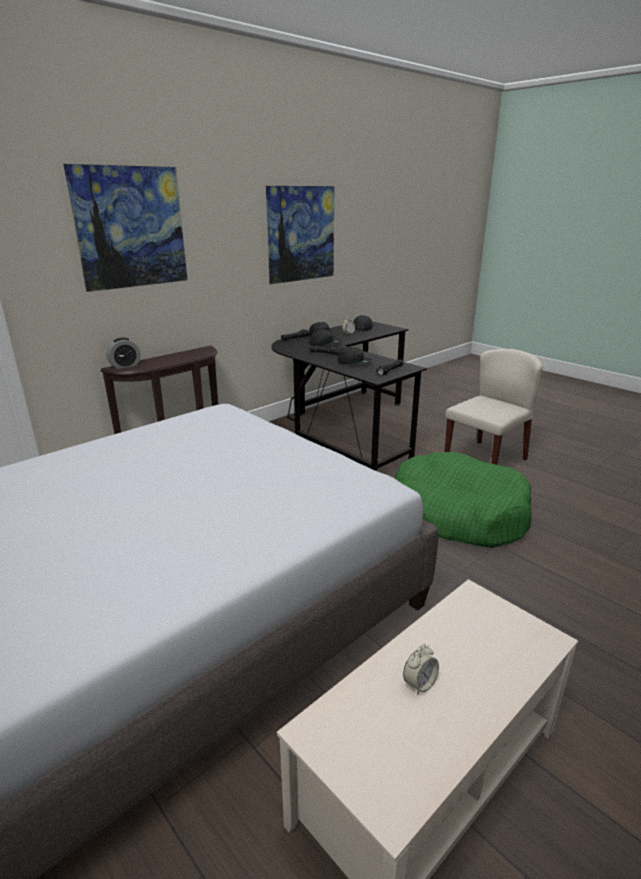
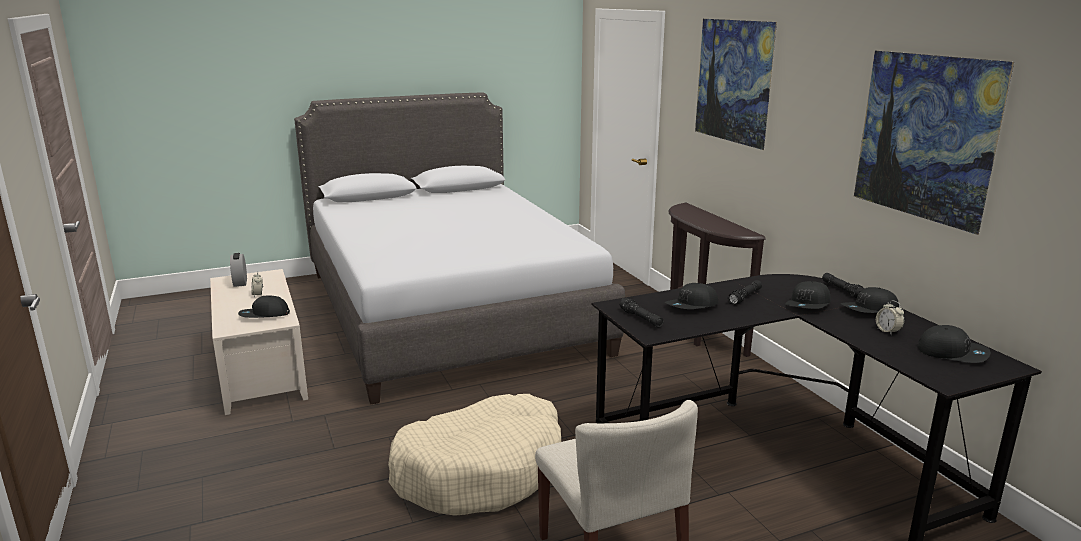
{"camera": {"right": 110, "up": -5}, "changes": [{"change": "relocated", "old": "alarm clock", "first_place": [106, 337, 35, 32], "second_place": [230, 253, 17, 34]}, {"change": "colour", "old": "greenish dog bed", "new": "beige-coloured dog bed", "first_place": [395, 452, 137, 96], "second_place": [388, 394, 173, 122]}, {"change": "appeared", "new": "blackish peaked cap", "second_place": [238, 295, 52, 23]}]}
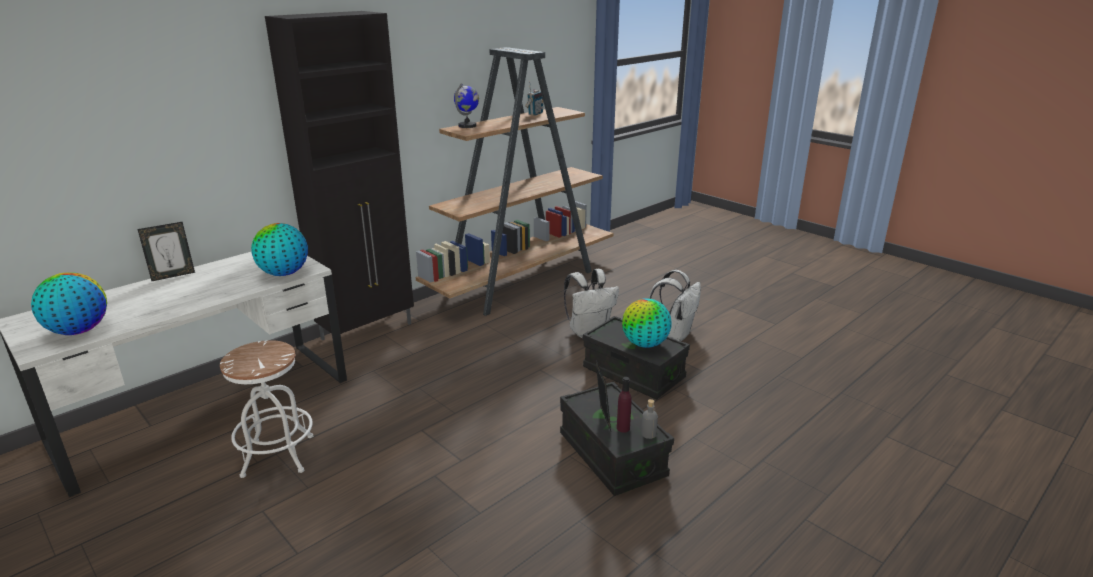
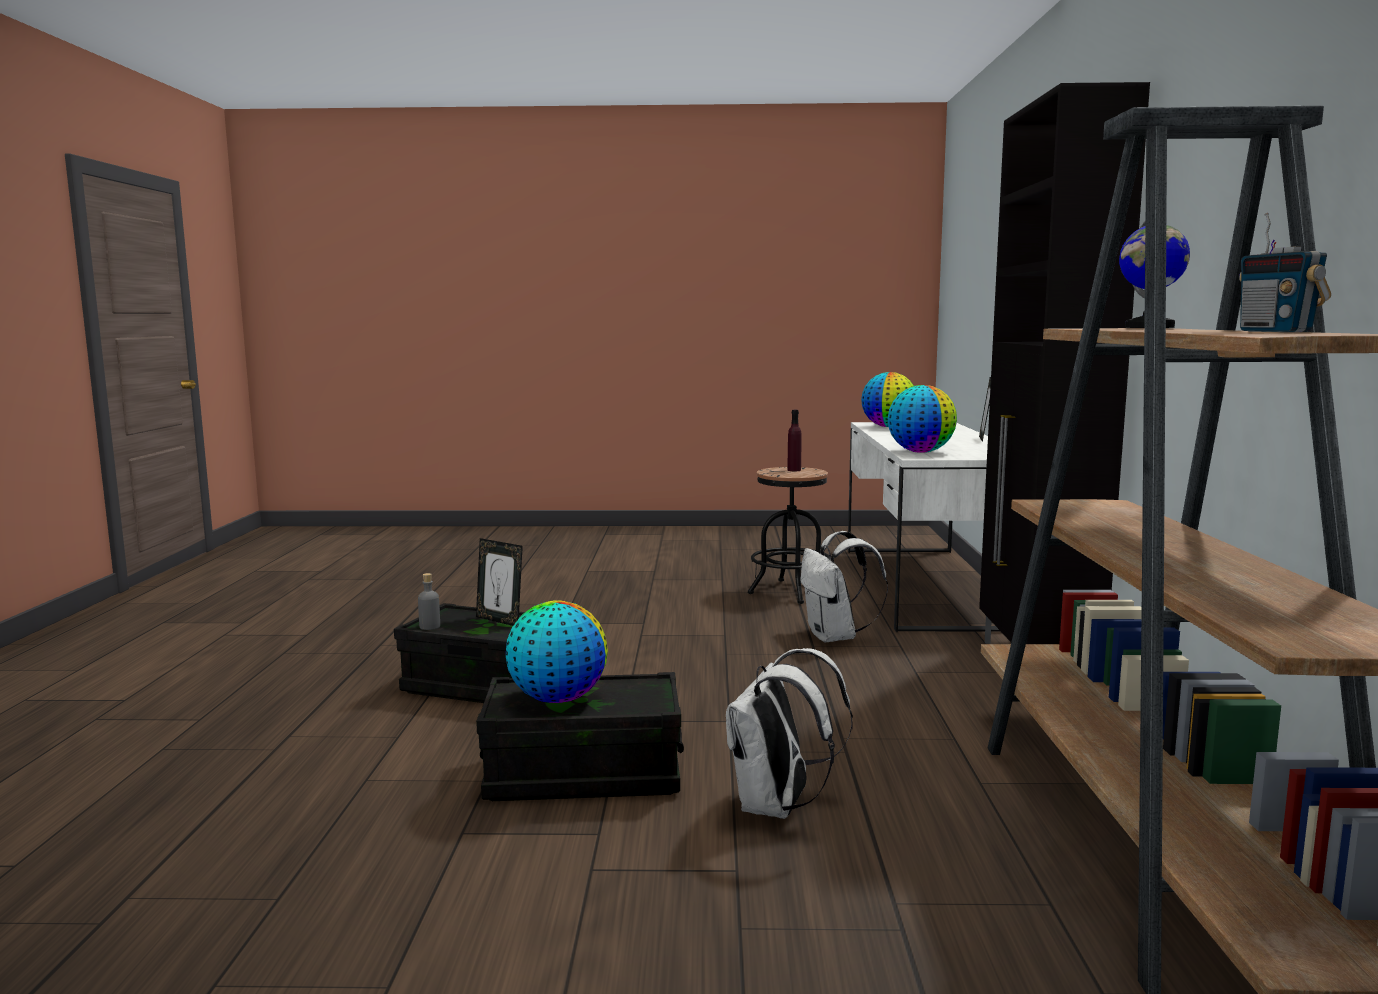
{"camera": {"right": 135, "up": -15}, "changes": [{"change": "relocated", "old": "white rucksack", "first_place": [649, 270, 52, 72], "second_place": [800, 531, 88, 112]}, {"change": "colour", "old": "white stool", "new": "blackish stool", "first_place": [220, 340, 93, 138], "second_place": [748, 467, 83, 137]}, {"change": "relocated", "old": "purple-coloured bottle", "first_place": [617, 377, 15, 56], "second_place": [787, 410, 15, 61]}]}
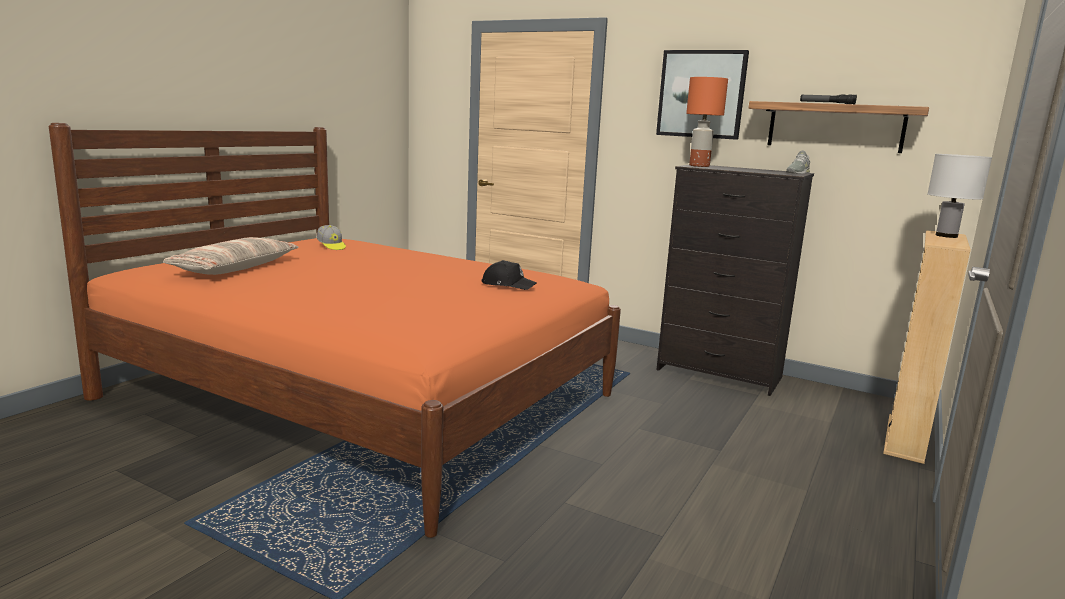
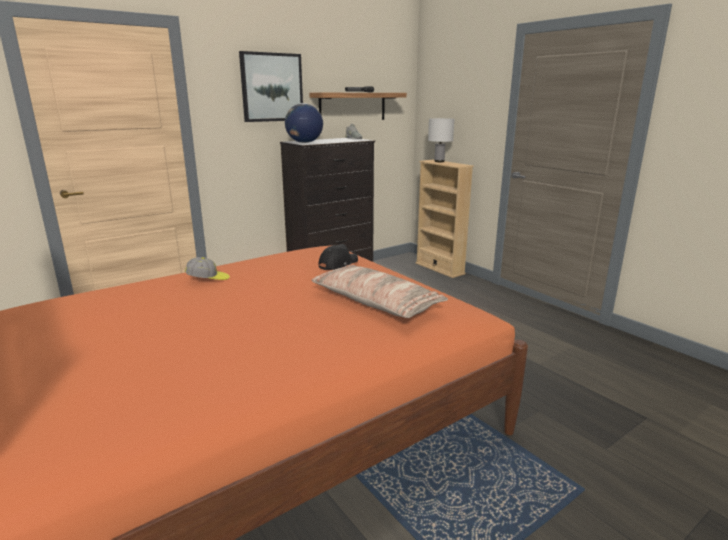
{"camera": {"right": -65, "up": 5}, "changes": [{"change": "exchanged", "old": "orange-coloured tabletop lamp", "new": "world globe", "first_place": [686, 77, 42, 90], "second_place": [285, 103, 38, 40]}, {"change": "relocated", "old": "peaked cap", "first_place": [317, 225, 29, 25], "second_place": [185, 257, 45, 23]}, {"change": "relocated", "old": "cushion", "first_place": [163, 237, 136, 38], "second_place": [311, 265, 137, 53]}]}
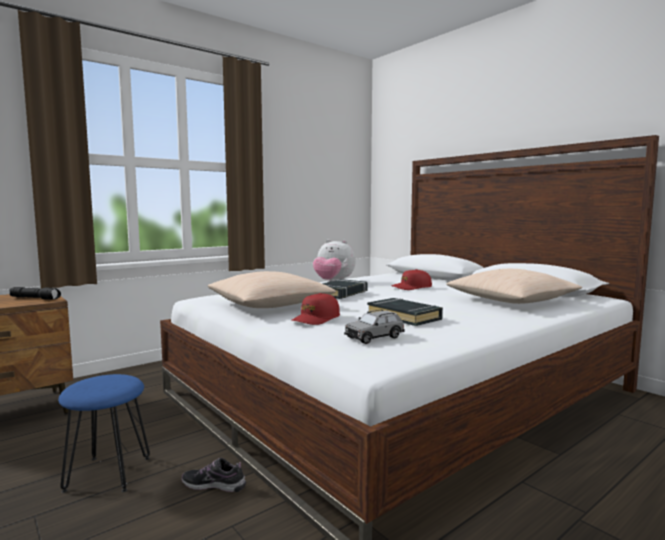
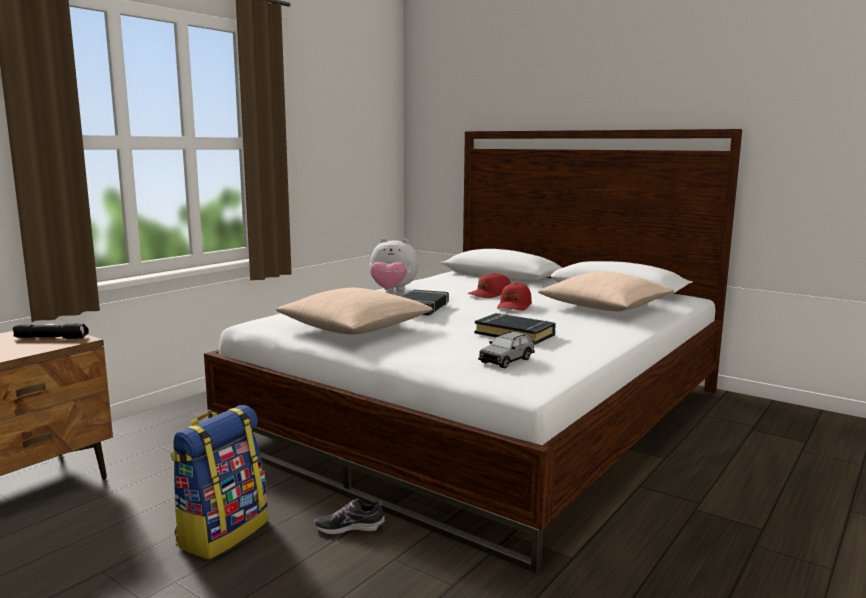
{"camera": {"right": -15, "up": 5}, "changes": [{"change": "relocated", "old": "red-coloured peaked cap", "first_place": [291, 293, 49, 32], "second_place": [497, 282, 35, 29]}, {"change": "exchanged", "old": "blue stool", "new": "rucksack", "first_place": [58, 374, 92, 119], "second_place": [170, 405, 98, 154]}]}
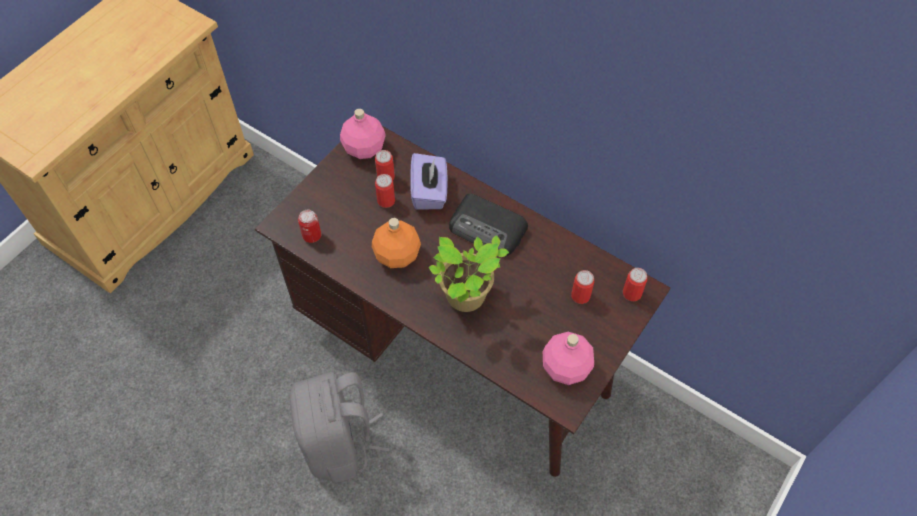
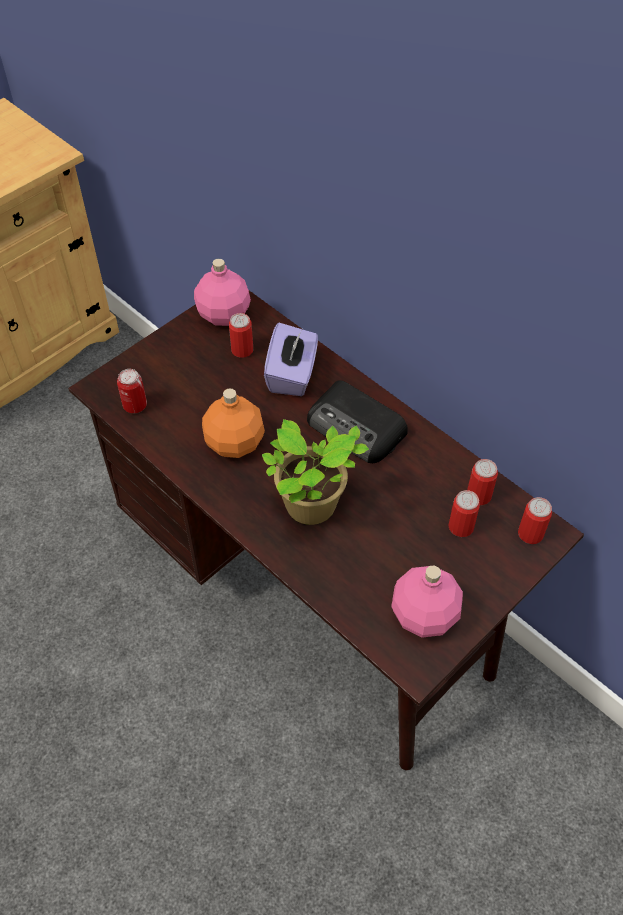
{"camera": {"right": 10, "up": -5}, "changes": [{"change": "relocated", "old": "metal can", "first_place": [375, 174, 20, 34], "second_place": [467, 459, 31, 46]}, {"change": "missing", "old": "grey rucksack", "first_place": [290, 372, 99, 111]}]}
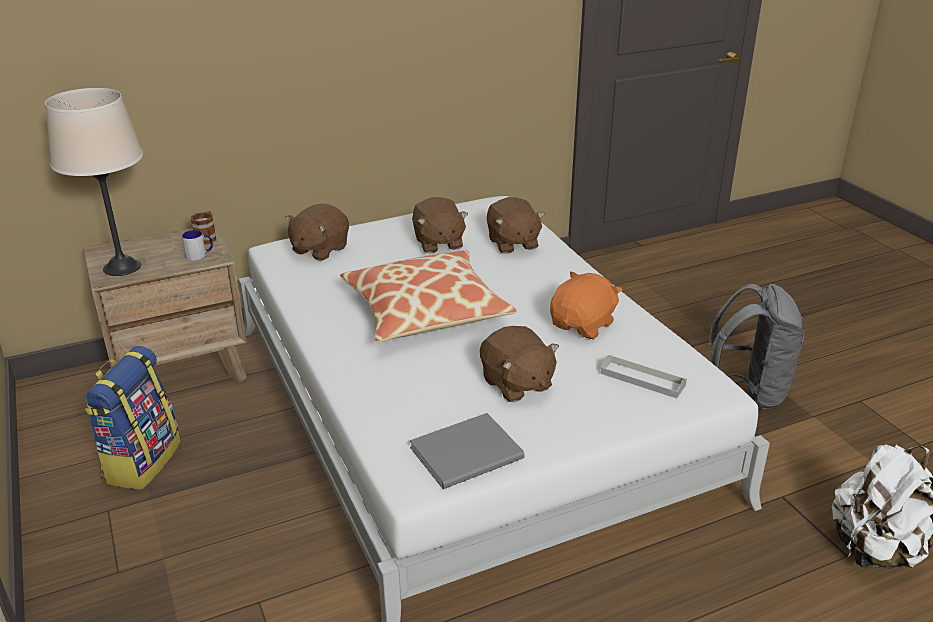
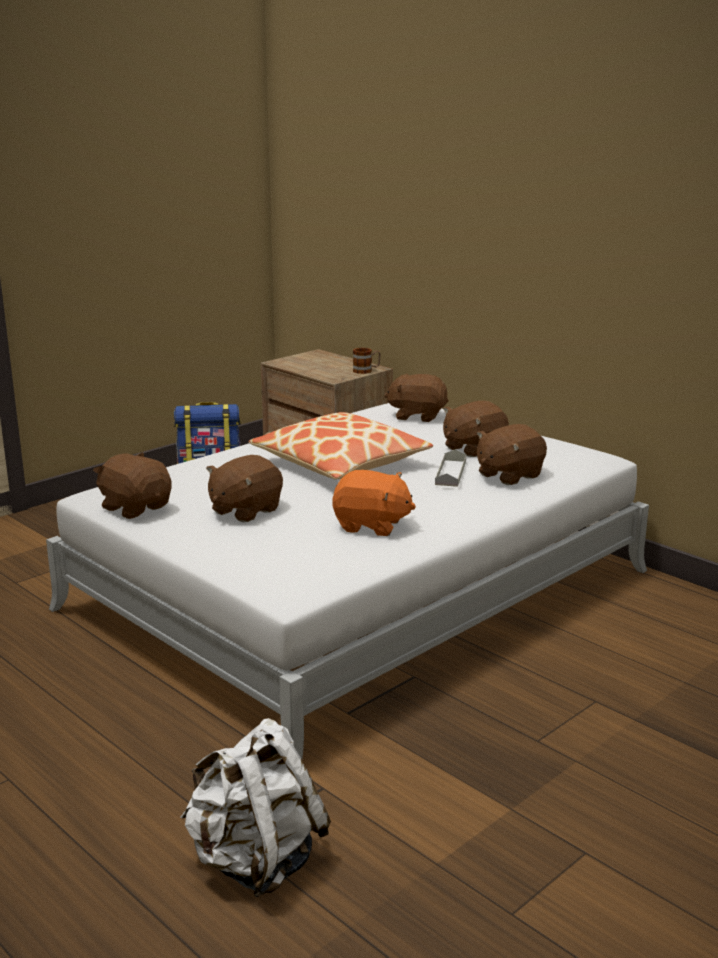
{"camera": {"right": 70, "up": -10}, "changes": [{"change": "missing", "old": "beige-coloured tabletop lamp", "first_place": [45, 88, 98, 188]}, {"change": "missing", "old": "coffee mug", "first_place": [182, 230, 31, 31]}, {"change": "missing", "old": "grey rucksack", "first_place": [708, 284, 96, 125]}, {"change": "relocated", "old": "grey tray", "first_place": [600, 355, 87, 43], "second_place": [435, 449, 31, 38]}, {"change": "exchanged", "old": "grey book", "new": "brown-coloured cuddly toy", "first_place": [410, 413, 115, 76], "second_place": [93, 452, 79, 67]}]}
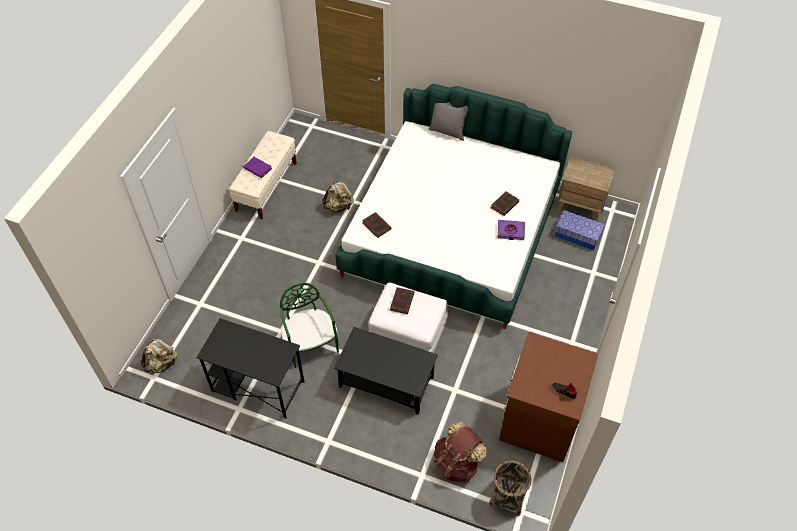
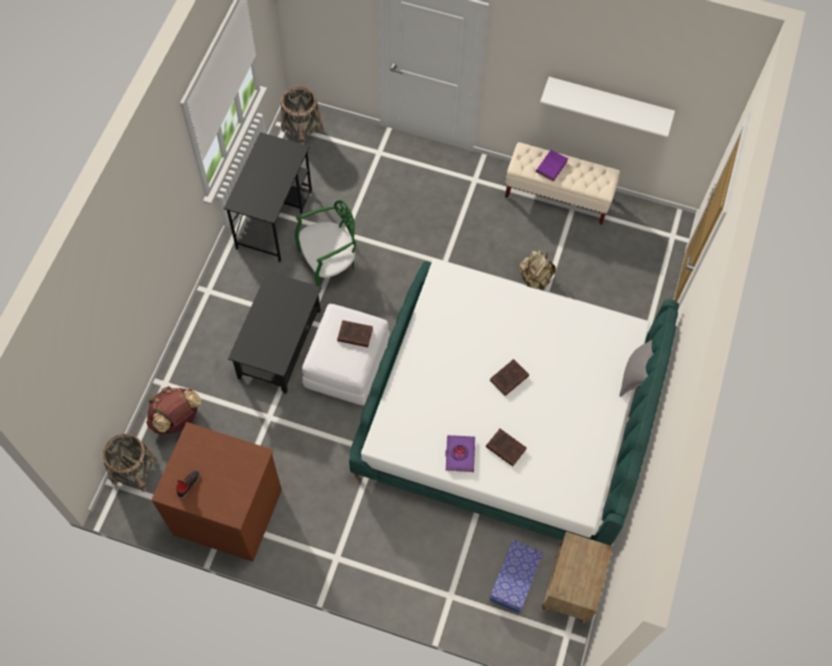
{"camera": {"right": 85, "up": 10}, "changes": [{"change": "relocated", "old": "brown-coloured book", "first_place": [362, 212, 29, 26], "second_place": [490, 359, 39, 37]}, {"change": "exchanged", "old": "beige-coloured rucksack", "new": "basket", "first_place": [141, 338, 37, 35], "second_place": [281, 86, 42, 58]}, {"change": "appeared", "new": "white wall shelf", "second_place": [540, 77, 135, 61]}]}
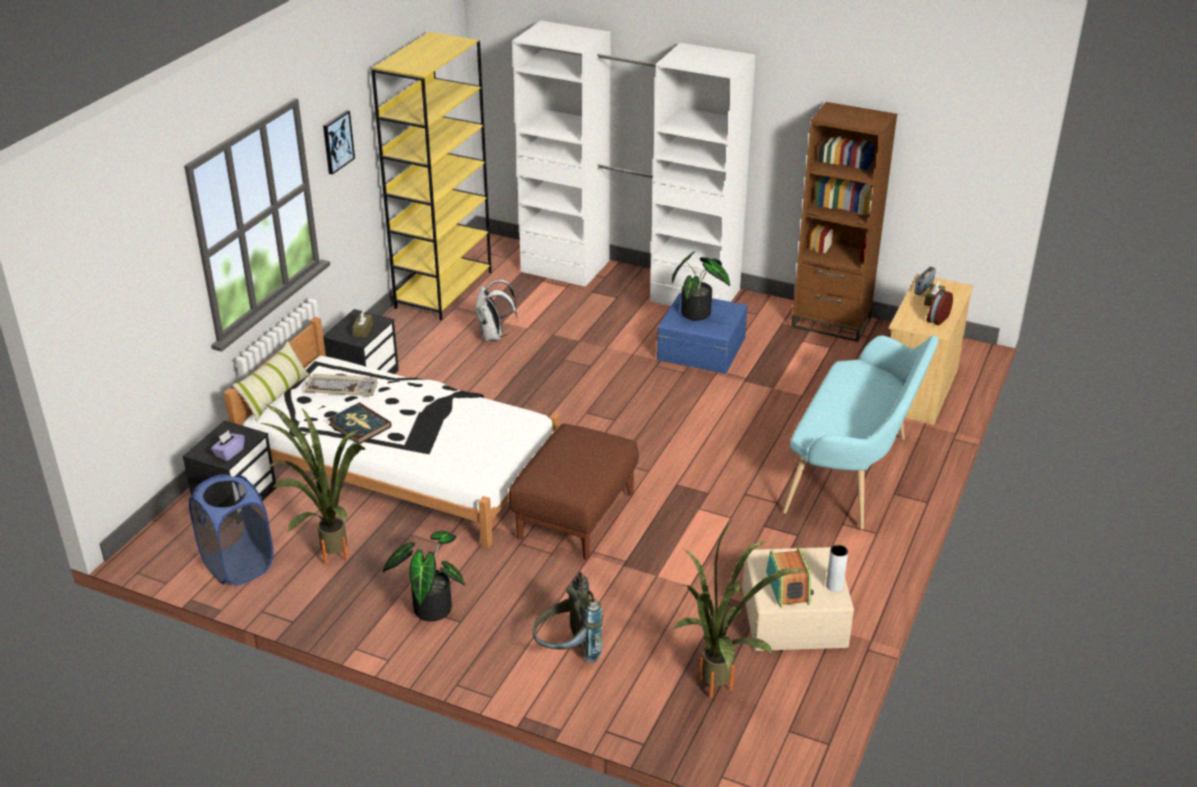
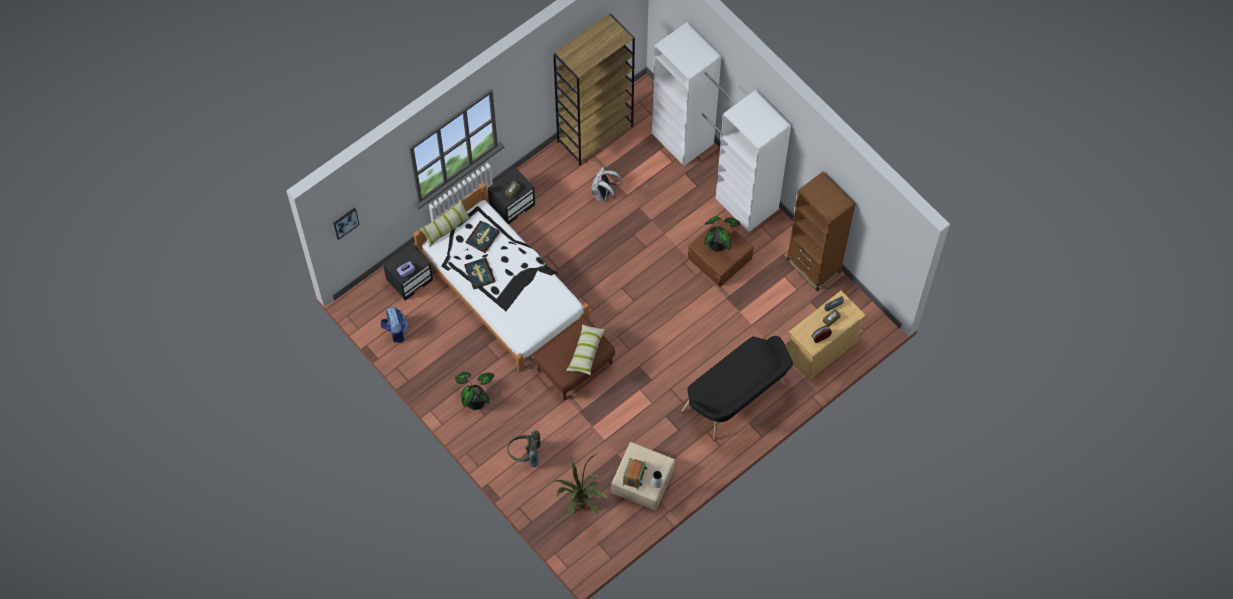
{"camera": {"right": 25, "up": 30}, "changes": [{"change": "colour", "old": "yellow-coloured shelving unit", "new": "brown-coloured shelving unit", "first_place": [371, 32, 121, 288], "second_place": [553, 13, 82, 152]}, {"change": "relocated", "old": "picture", "first_place": [323, 110, 32, 65], "second_place": [333, 208, 26, 32]}, {"change": "colour", "old": "blue storage box", "new": "brown-coloured storage box", "first_place": [657, 293, 91, 81], "second_place": [688, 218, 66, 69]}, {"change": "colour", "old": "blue-green bench", "new": "blackish bench", "first_place": [783, 335, 156, 194], "second_place": [681, 336, 112, 105]}, {"change": "exchanged", "old": "keyboard", "new": "book", "first_place": [304, 374, 74, 22], "second_place": [466, 220, 34, 33]}, {"change": "missing", "old": "potted plant", "first_place": [260, 404, 106, 160]}, {"change": "exchanged", "old": "blue laundry basket", "new": "rucksack", "first_place": [189, 474, 85, 111], "second_place": [380, 307, 28, 36]}, {"change": "appeared", "new": "cushion", "second_place": [566, 324, 40, 51]}]}
